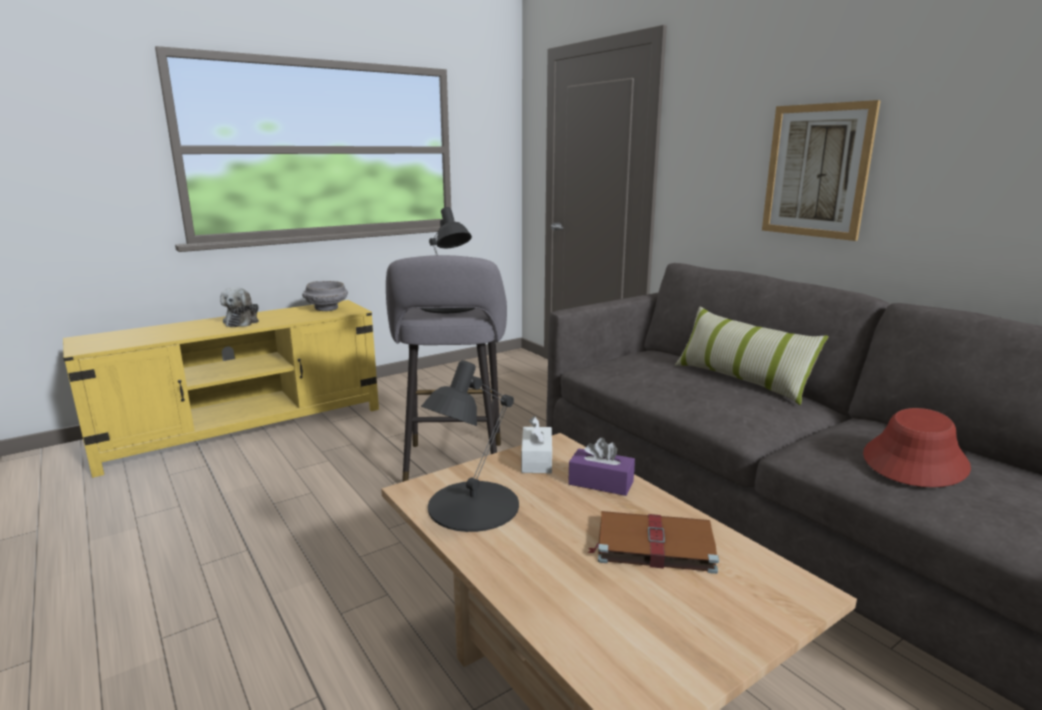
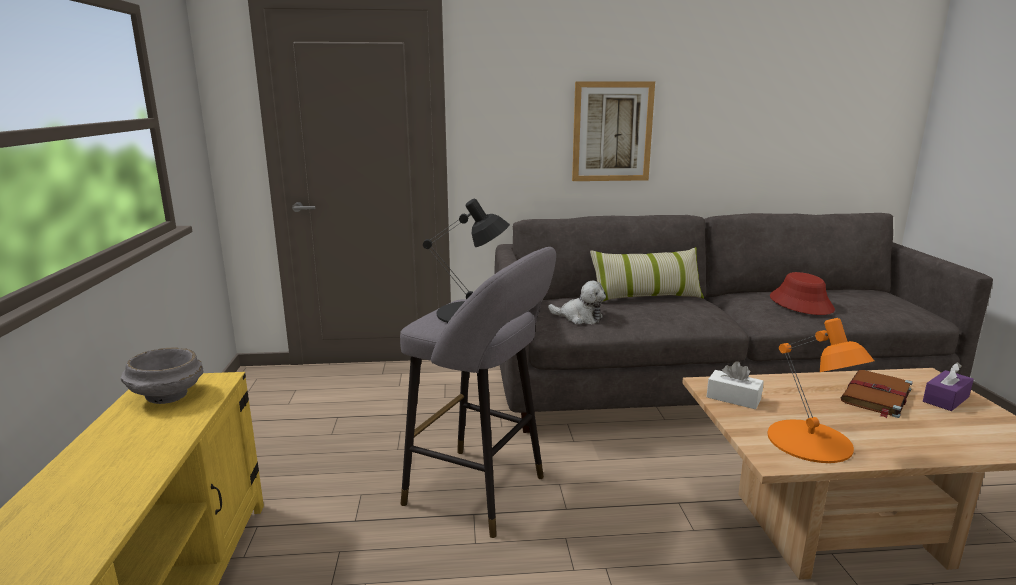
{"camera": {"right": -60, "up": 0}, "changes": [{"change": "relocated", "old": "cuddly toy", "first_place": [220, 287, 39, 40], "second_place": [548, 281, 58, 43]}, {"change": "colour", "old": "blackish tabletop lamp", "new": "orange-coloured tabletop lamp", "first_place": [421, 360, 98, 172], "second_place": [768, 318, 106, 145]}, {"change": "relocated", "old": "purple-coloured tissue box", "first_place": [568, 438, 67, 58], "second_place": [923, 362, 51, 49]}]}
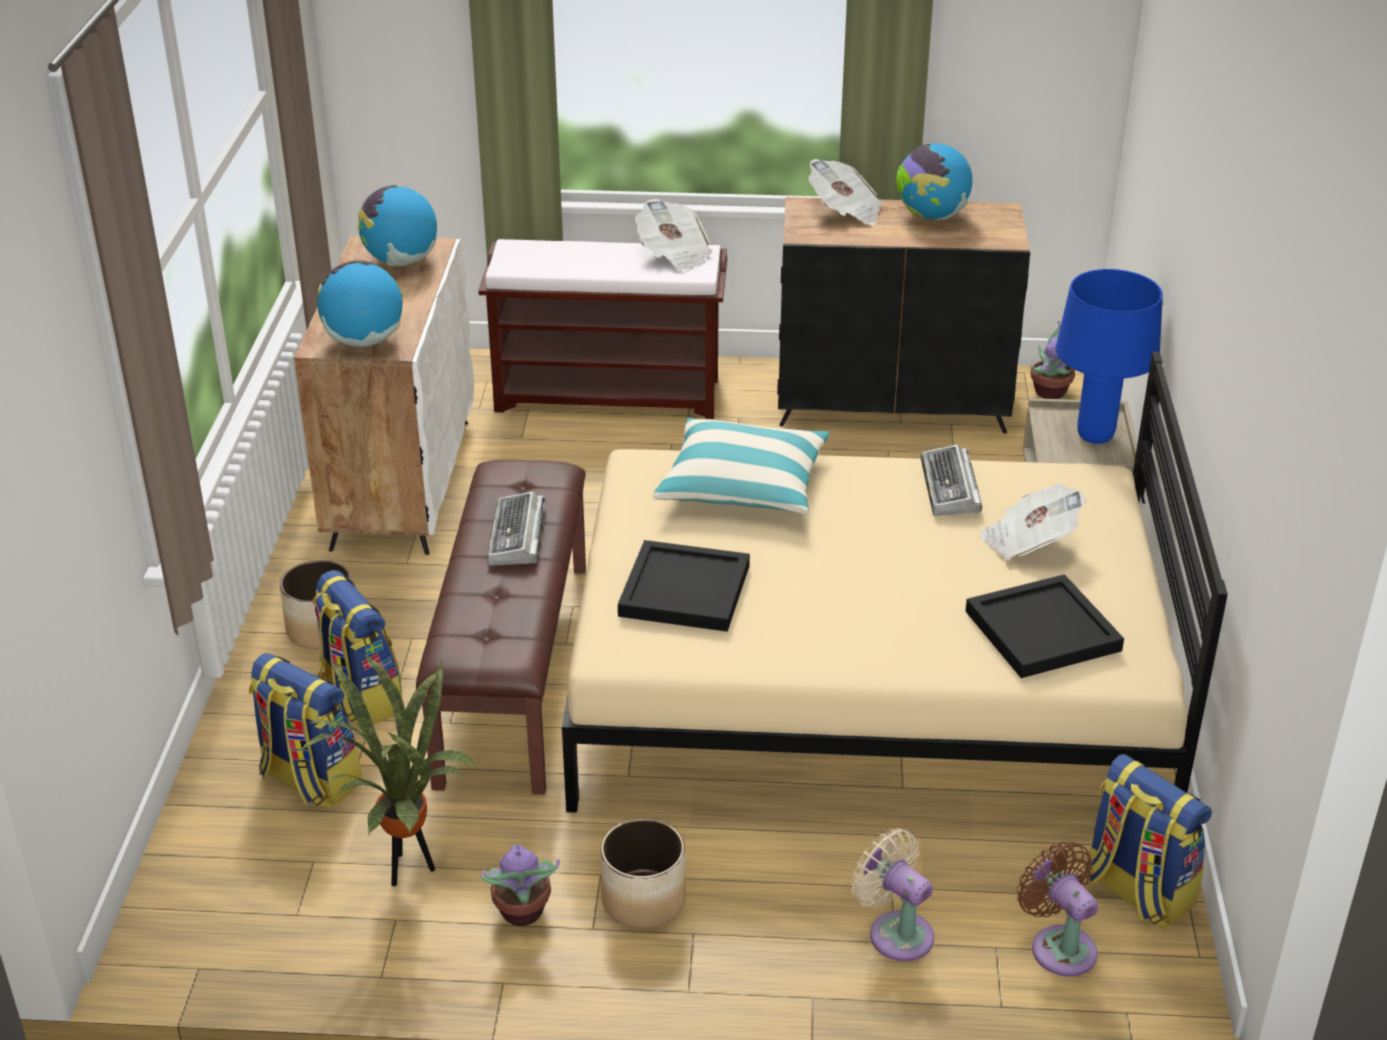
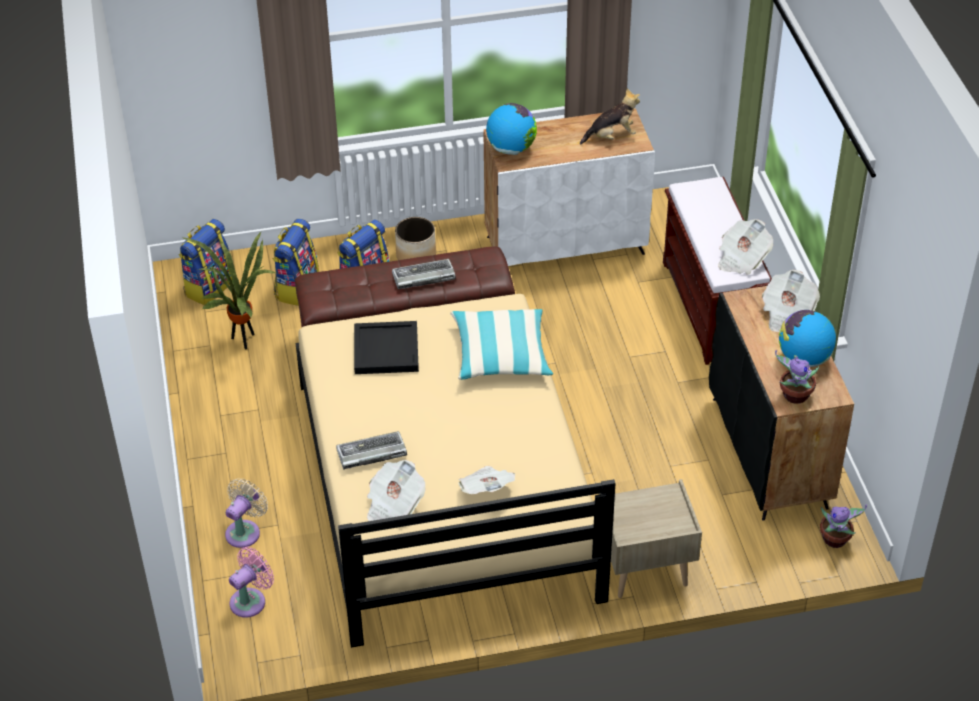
{"camera": {"right": 75, "up": 10}, "changes": [{"change": "exchanged", "old": "world globe", "new": "cuddly toy", "first_place": [358, 185, 79, 81], "second_place": [580, 88, 60, 57]}, {"change": "missing", "old": "blue tabletop lamp", "first_place": [1056, 269, 107, 175]}, {"change": "relocated", "old": "keyboard", "first_place": [921, 444, 61, 72], "second_place": [336, 431, 71, 39]}, {"change": "exchanged", "old": "blackish tray", "new": "newspaper", "first_place": [965, 574, 159, 104], "second_place": [367, 460, 58, 61]}, {"change": "relocated", "old": "rucksack", "first_place": [1085, 754, 127, 176], "second_place": [179, 219, 53, 86]}, {"change": "missing", "old": "plant pot", "first_place": [600, 818, 86, 110]}, {"change": "colour", "old": "brown-coloured cooling fan", "new": "pink-coloured cooling fan", "first_place": [1017, 842, 81, 134], "second_place": [229, 547, 45, 71]}, {"change": "relocated", "old": "potted plant", "first_place": [480, 843, 80, 83], "second_place": [775, 350, 44, 54]}]}
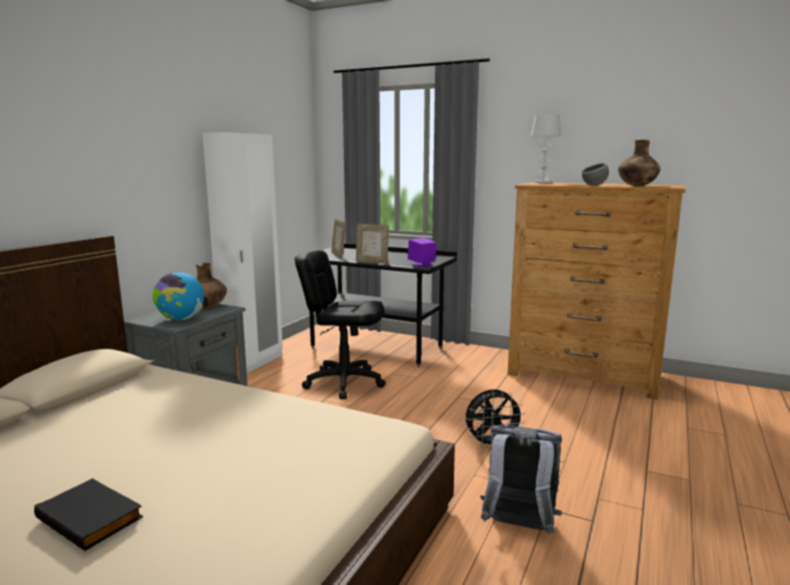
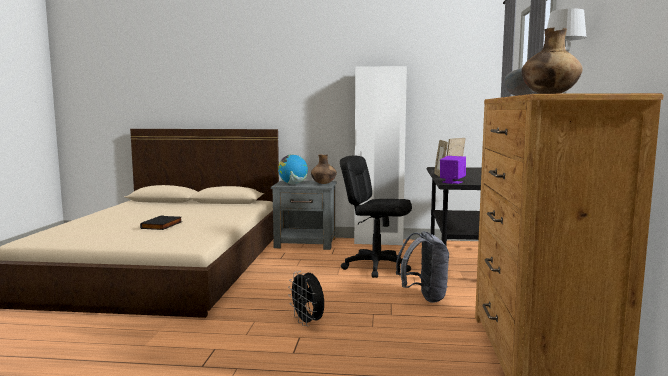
{"camera": {"right": 70, "up": -5}, "changes": [{"change": "spun", "old": "blackish desk chair", "first_place": [295, 250, 91, 149], "second_place": [340, 156, 72, 122], "degrees": -60}, {"change": "relocated", "old": "grey rucksack", "first_place": [480, 426, 82, 109], "second_place": [396, 231, 53, 72]}, {"change": "relocated", "old": "blackish book", "first_place": [34, 478, 109, 73], "second_place": [140, 215, 42, 15]}]}
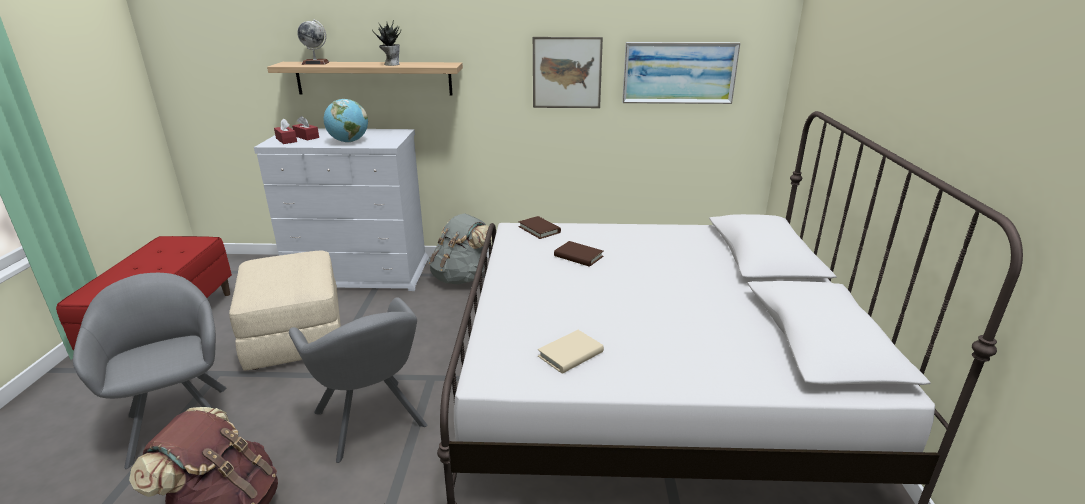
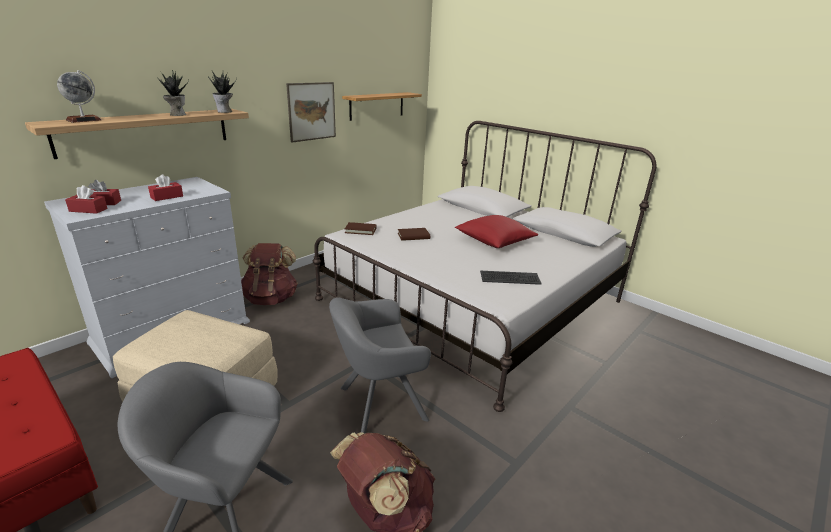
{"camera": {"right": -50, "up": 0}, "changes": [{"change": "exchanged", "old": "picture", "new": "wall shelf", "first_place": [622, 42, 118, 62], "second_place": [342, 92, 80, 29]}, {"change": "exchanged", "old": "world globe", "new": "red-coloured tissue box", "first_place": [324, 99, 44, 44], "second_place": [148, 174, 35, 27]}, {"change": "colour", "old": "grey rucksack", "new": "brown-coloured rucksack", "first_place": [428, 213, 64, 72], "second_place": [241, 243, 57, 62]}, {"change": "spun", "old": "grey easy chair", "first_place": [289, 297, 138, 166], "second_place": [329, 298, 102, 136], "degrees": 150}, {"change": "exchanged", "old": "beige-coloured book", "new": "keyboard", "first_place": [538, 330, 66, 44], "second_place": [480, 271, 62, 14]}, {"change": "appeared", "new": "potted plant", "second_place": [208, 71, 29, 42]}, {"change": "appeared", "new": "red-coloured cushion", "second_place": [455, 215, 83, 33]}]}
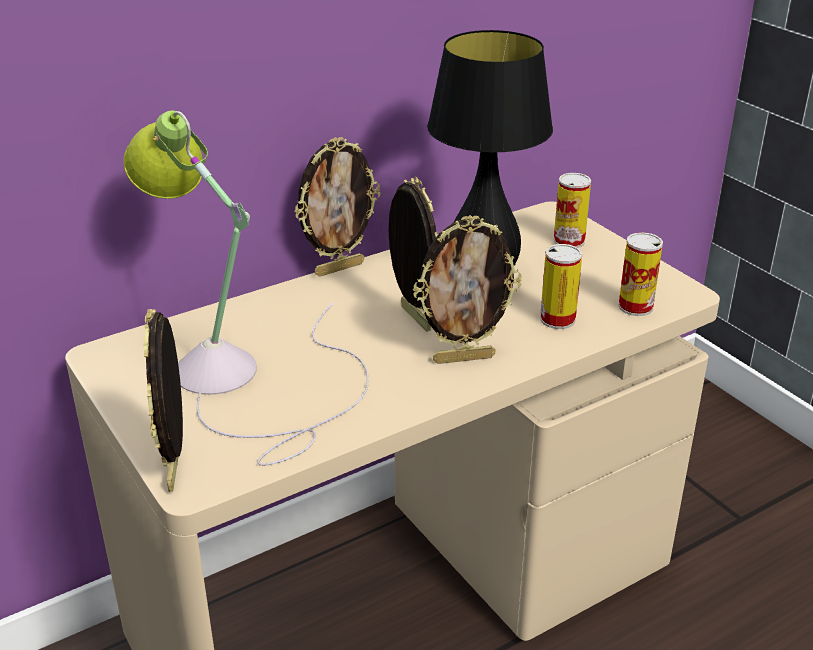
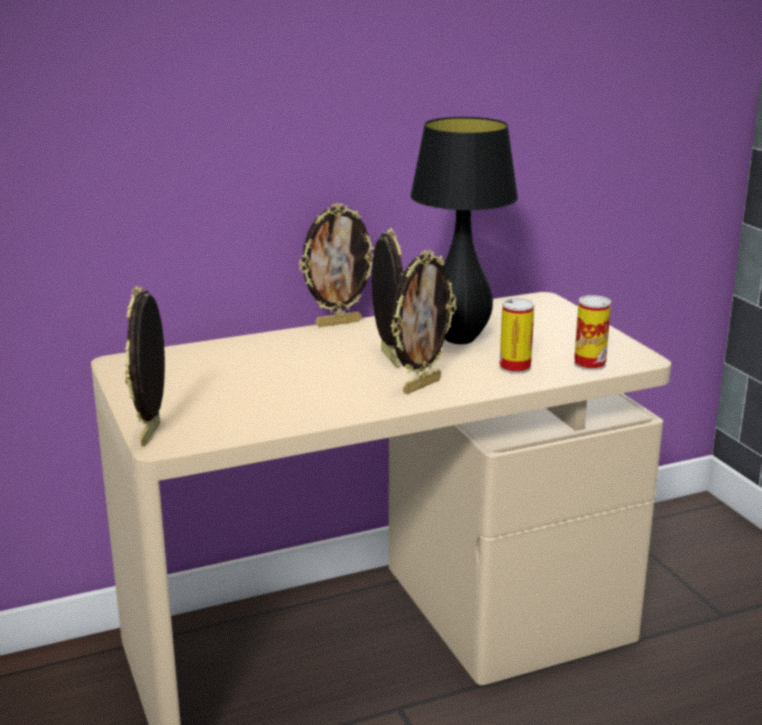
{"camera": {"right": 10, "up": -10}, "changes": [{"change": "missing", "old": "tabletop lamp", "first_place": [123, 110, 246, 356]}, {"change": "missing", "old": "metal can", "first_place": [554, 173, 37, 75]}, {"change": "spun", "old": "photo frame", "first_place": [413, 215, 109, 149], "second_place": [390, 250, 67, 144], "degrees": -45}]}
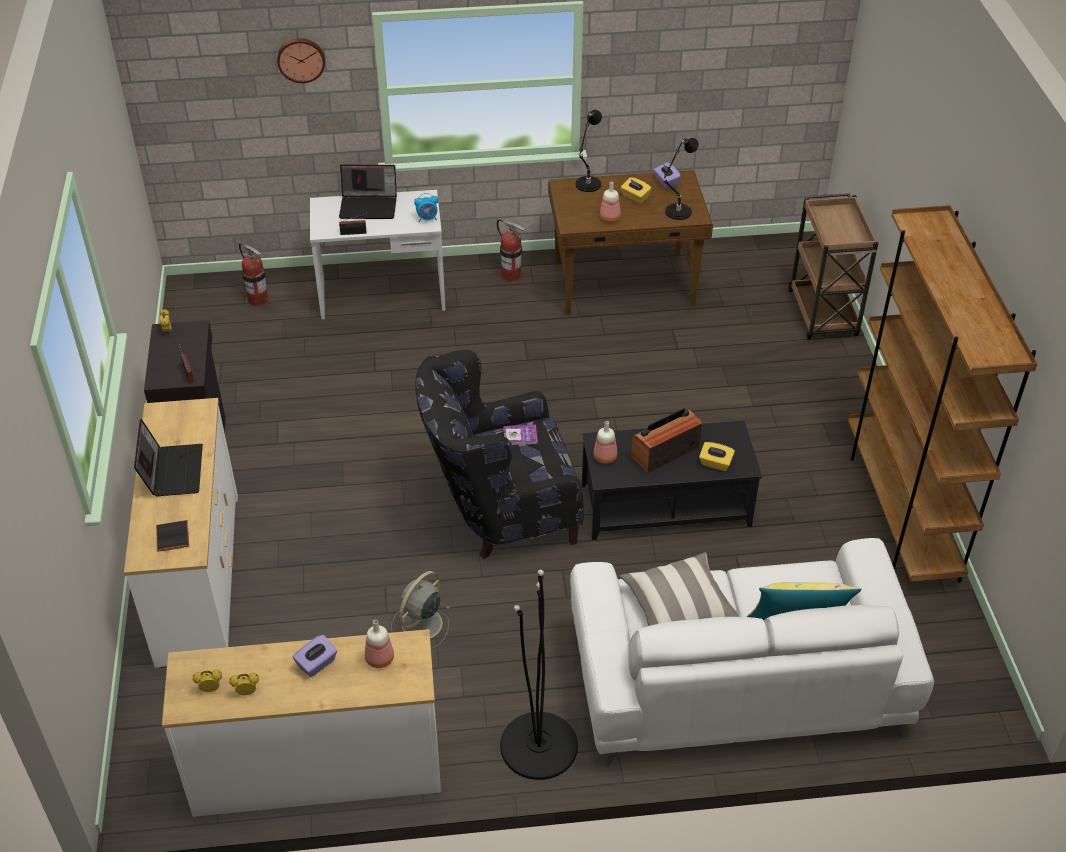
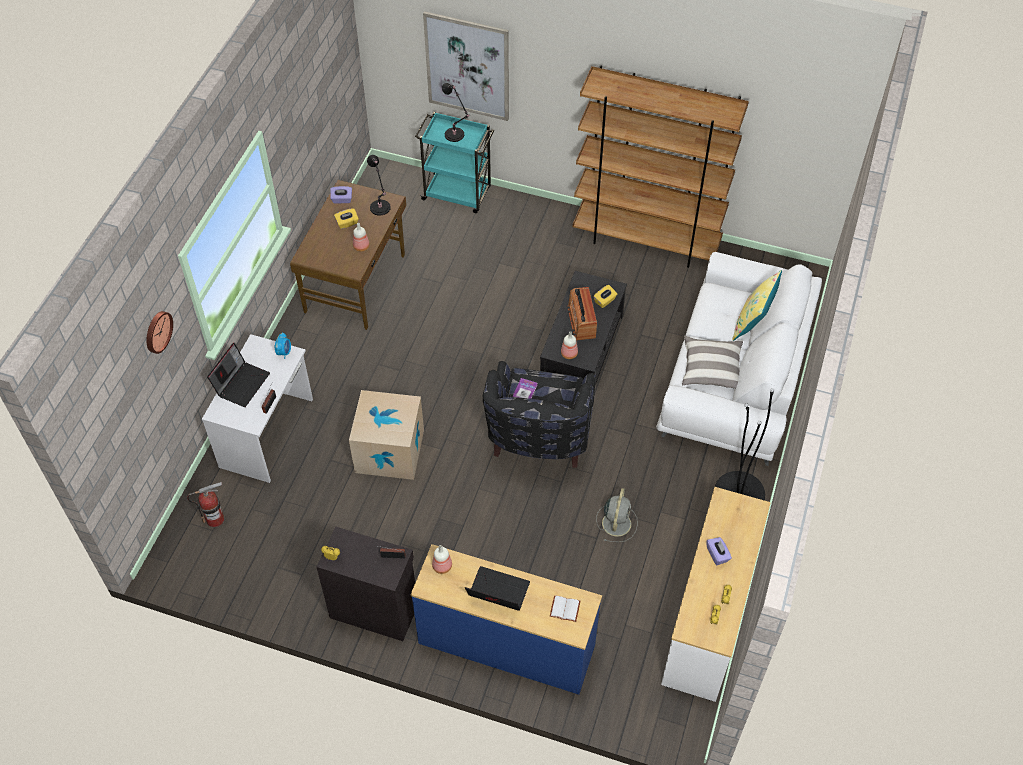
{"camera": {"right": -65, "up": 10}, "changes": [{"change": "relocated", "old": "blackish tabletop lamp", "first_place": [575, 110, 27, 82], "second_place": [442, 83, 28, 59]}, {"change": "colour", "old": "brown-coloured trolley", "new": "blue-green trolley", "first_place": [788, 193, 91, 146], "second_place": [415, 112, 80, 101]}, {"change": "missing", "old": "fire extinguisher", "first_place": [497, 219, 28, 63]}, {"change": "colour", "old": "white drawer chest", "new": "blue drawer chest", "first_place": [124, 398, 114, 270], "second_place": [410, 544, 192, 150]}, {"change": "colour", "old": "blackish book", "new": "white book", "first_place": [156, 520, 33, 32], "second_place": [550, 595, 30, 27]}, {"change": "spun", "old": "grey cooling fan", "first_place": [391, 571, 60, 78], "second_place": [596, 488, 42, 54], "degrees": -135}, {"change": "relocated", "old": "bottle", "first_place": [365, 620, 29, 48], "second_place": [432, 545, 20, 29]}, {"change": "appeared", "new": "picture", "second_place": [423, 11, 86, 110]}, {"change": "appeared", "new": "carton", "second_place": [349, 390, 75, 90]}]}
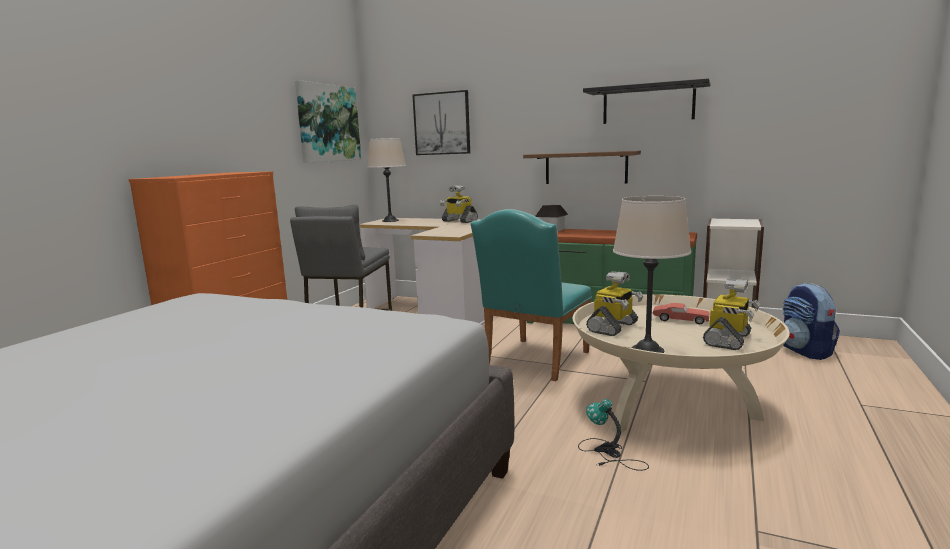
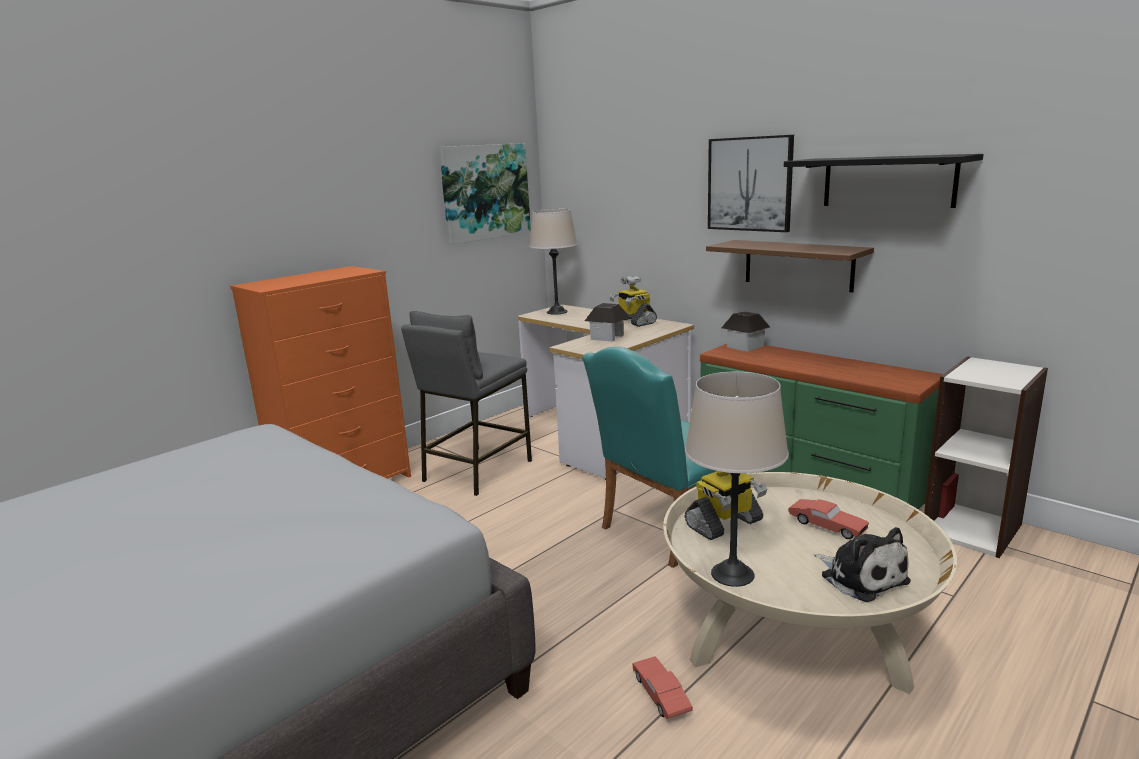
{"camera": {"right": 20, "up": 5}, "changes": [{"change": "relocated", "old": "picture", "first_place": [413, 90, 57, 65], "second_place": [708, 135, 86, 97]}, {"change": "exchanged", "old": "robot figure", "new": "cuddly toy", "first_place": [703, 279, 57, 71], "second_place": [814, 527, 97, 75]}, {"change": "missing", "old": "rucksack", "first_place": [782, 283, 58, 77]}, {"change": "exchanged", "old": "tabletop lamp", "new": "red-coloured model car", "first_place": [578, 399, 71, 72], "second_place": [632, 656, 61, 63]}, {"change": "appeared", "new": "model house", "second_place": [585, 303, 44, 39]}]}
